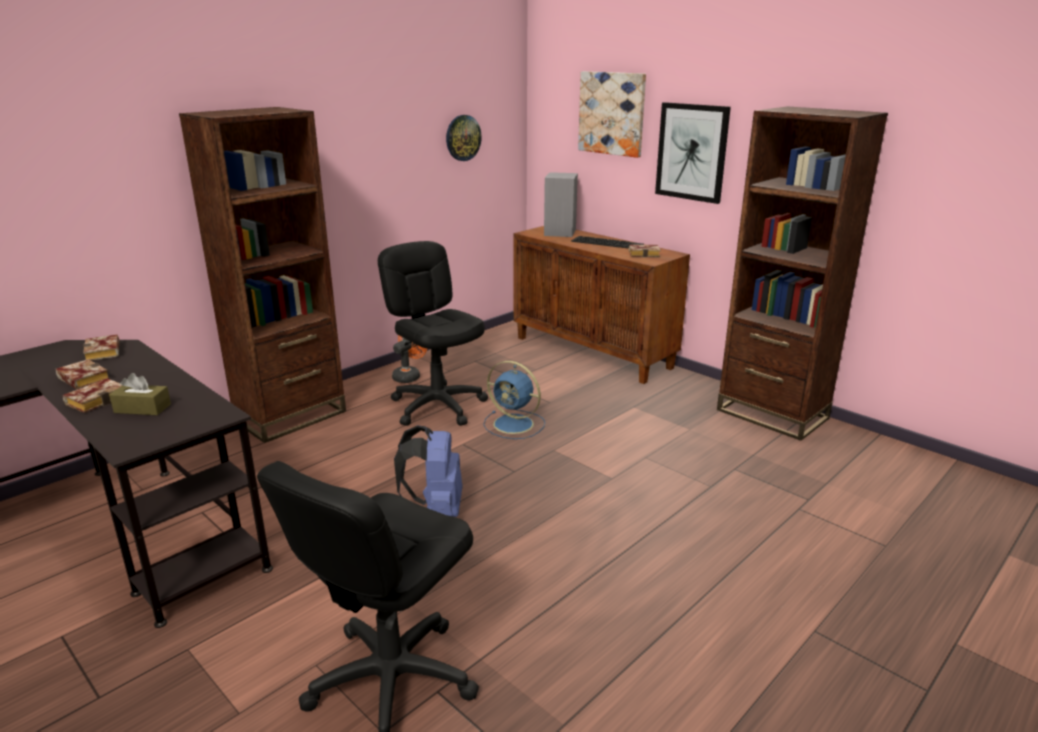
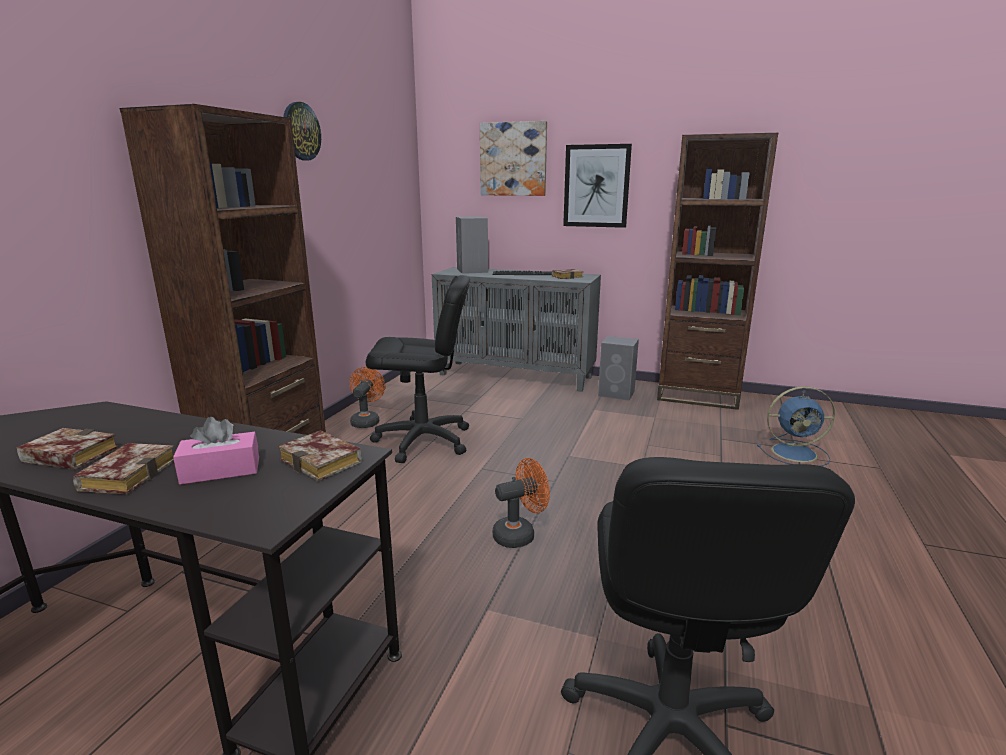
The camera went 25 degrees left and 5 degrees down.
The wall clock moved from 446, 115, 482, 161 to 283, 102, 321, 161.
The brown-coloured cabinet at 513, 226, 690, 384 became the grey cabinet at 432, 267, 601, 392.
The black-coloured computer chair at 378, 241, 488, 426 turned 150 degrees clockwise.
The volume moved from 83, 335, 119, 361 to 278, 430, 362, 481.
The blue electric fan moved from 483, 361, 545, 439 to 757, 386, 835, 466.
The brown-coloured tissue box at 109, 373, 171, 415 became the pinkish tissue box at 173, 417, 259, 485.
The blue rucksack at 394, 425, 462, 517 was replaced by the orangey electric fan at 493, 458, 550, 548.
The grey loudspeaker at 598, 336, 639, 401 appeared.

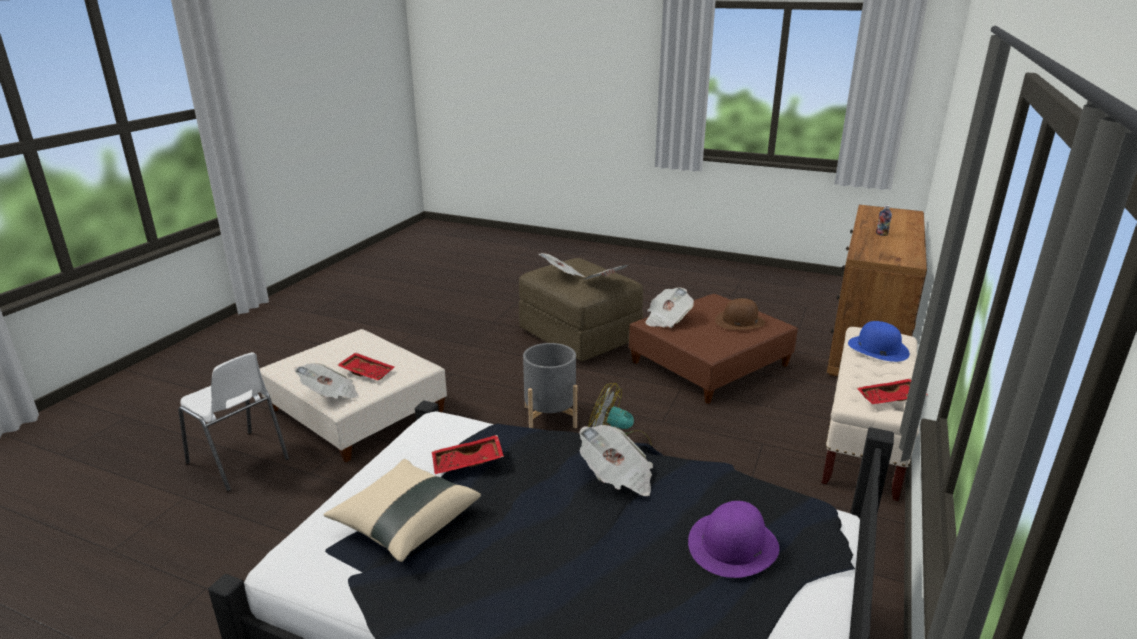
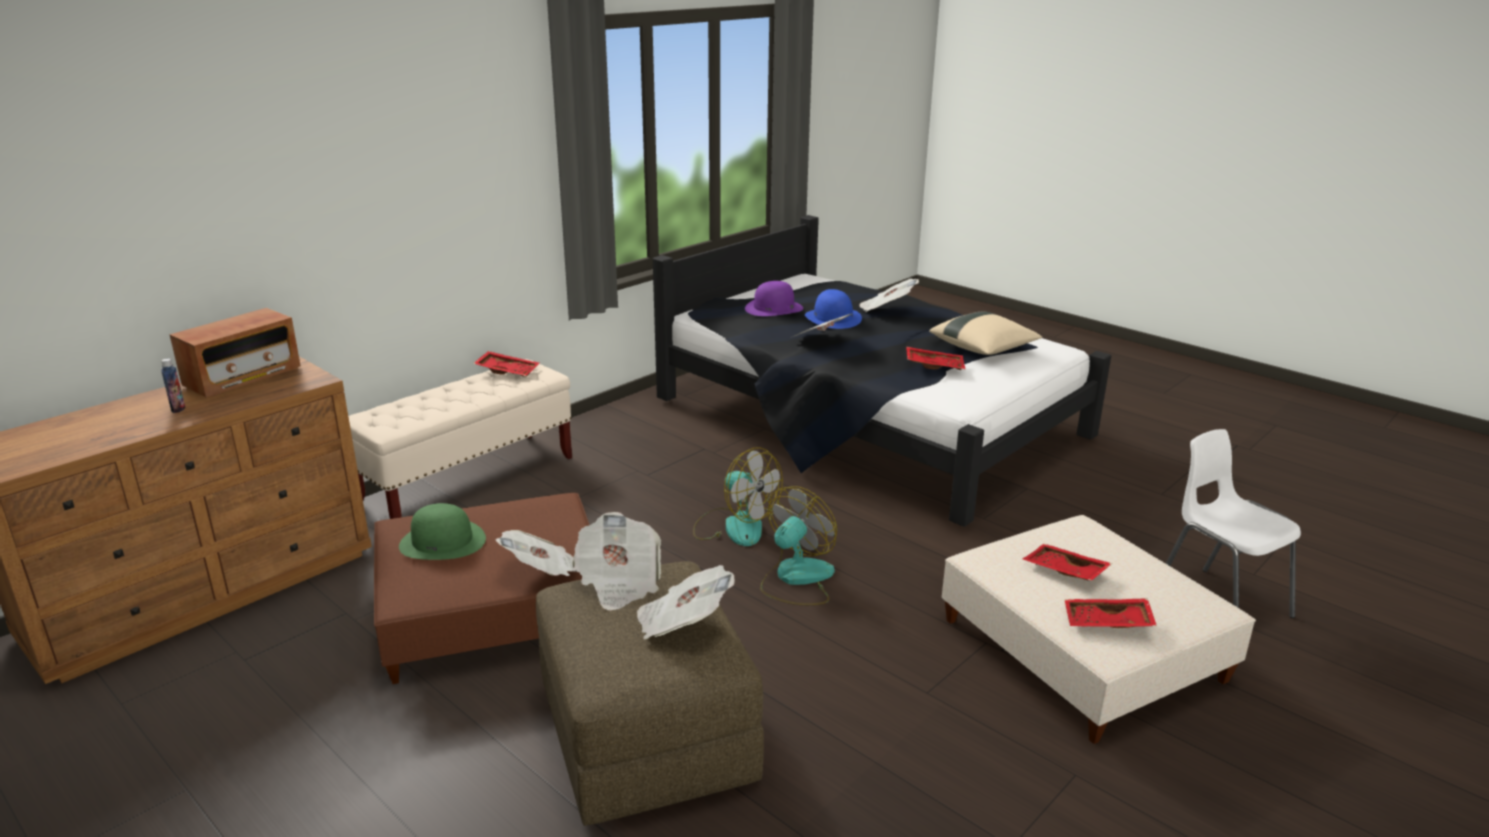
The camera went 160 degrees left and 0 degrees up.
The brown-coloured clothing hat at 715, 298, 765, 330 became the green clothing hat at 399, 503, 486, 560.
The blue clothing hat moved from 848, 321, 910, 362 to 805, 289, 862, 329.
The grey planter at 523, 343, 577, 428 was replaced by the electric fan at 760, 486, 837, 605.
The newspaper moved from 294, 363, 359, 399 to 859, 278, 919, 312.
The radio set at 169, 308, 301, 398 appeared.
The red-coloured serving tray at 1064, 598, 1157, 628 appeared.

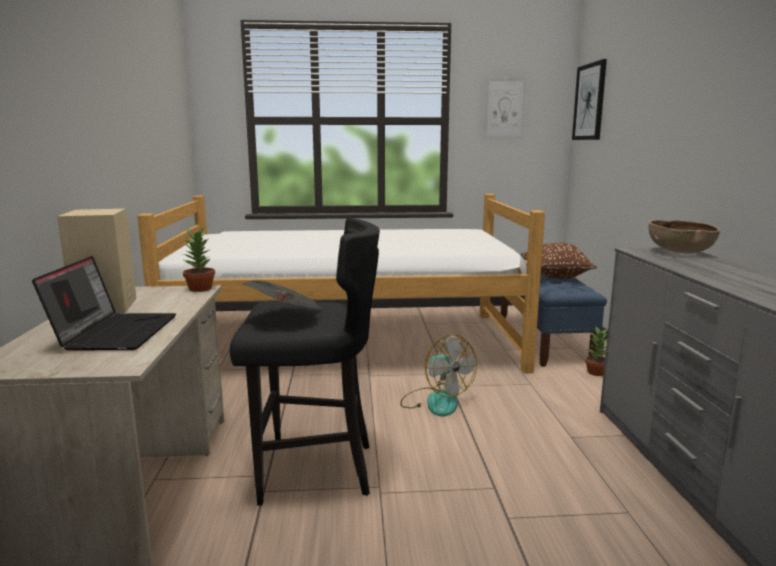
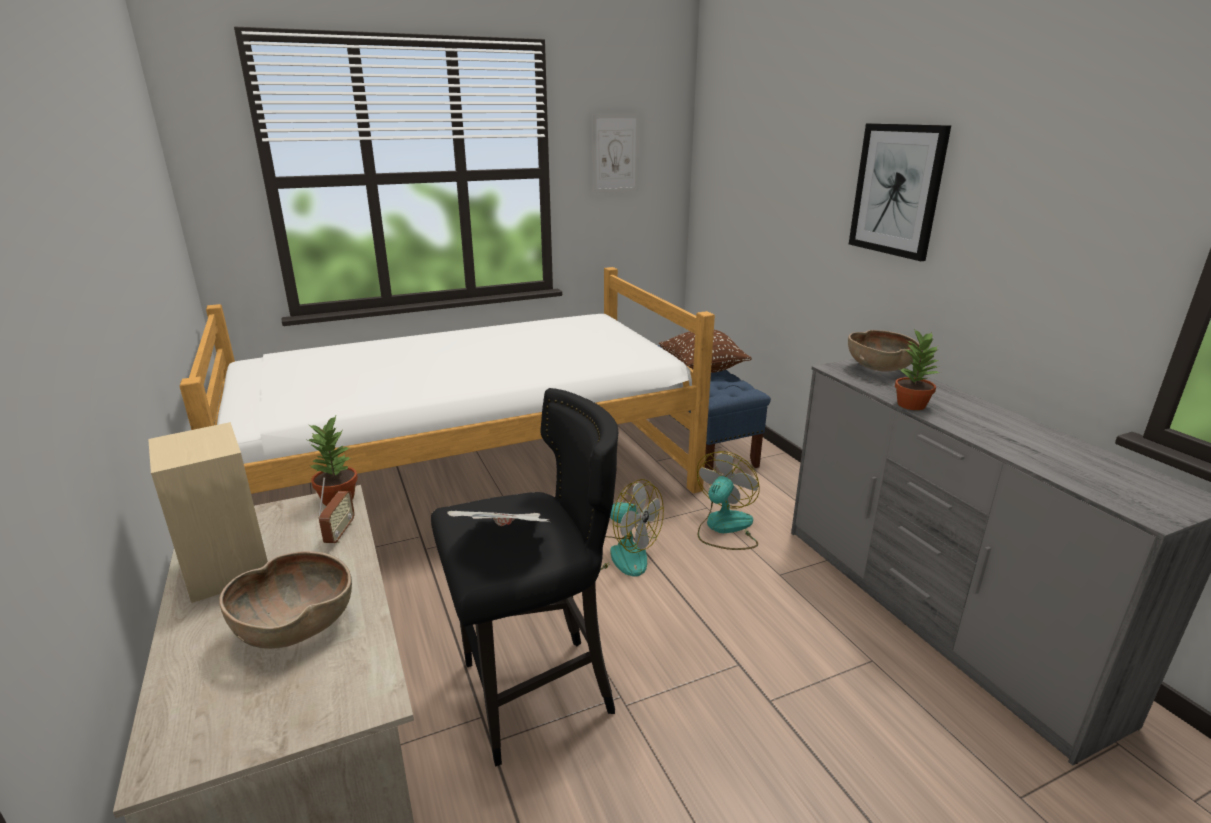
The camera went 20 degrees left and 10 degrees up.
The wall picture moved from 572, 59, 607, 140 to 849, 123, 951, 261.
The notebook computer at 32, 256, 176, 351 was replaced by the brown-coloured serving bowl at 219, 551, 352, 649.
The plant in a pot moved from 585, 327, 607, 376 to 895, 329, 940, 410.
The electric fan at 697, 451, 760, 550 appeared.
The radio set at 318, 477, 355, 543 appeared.

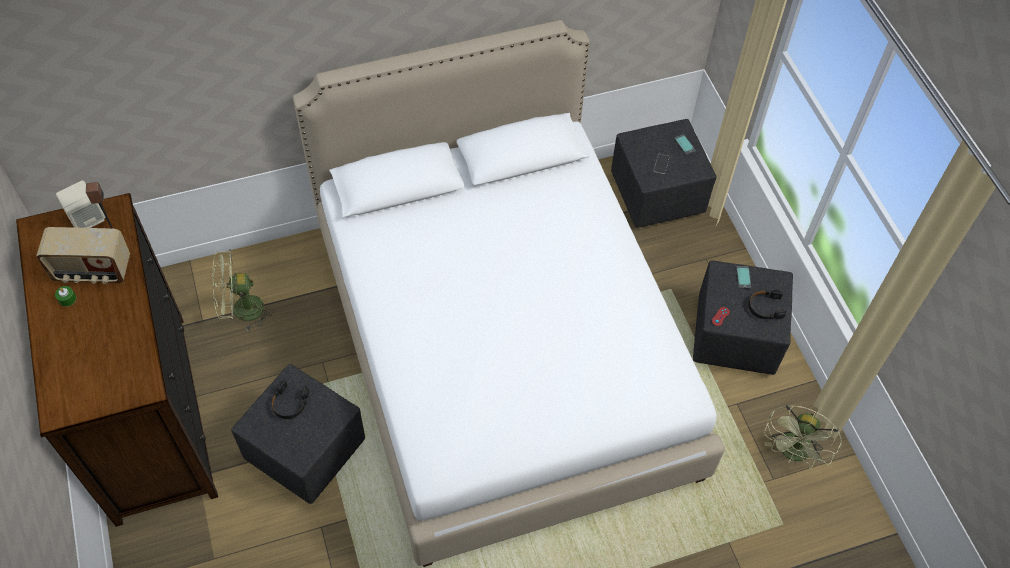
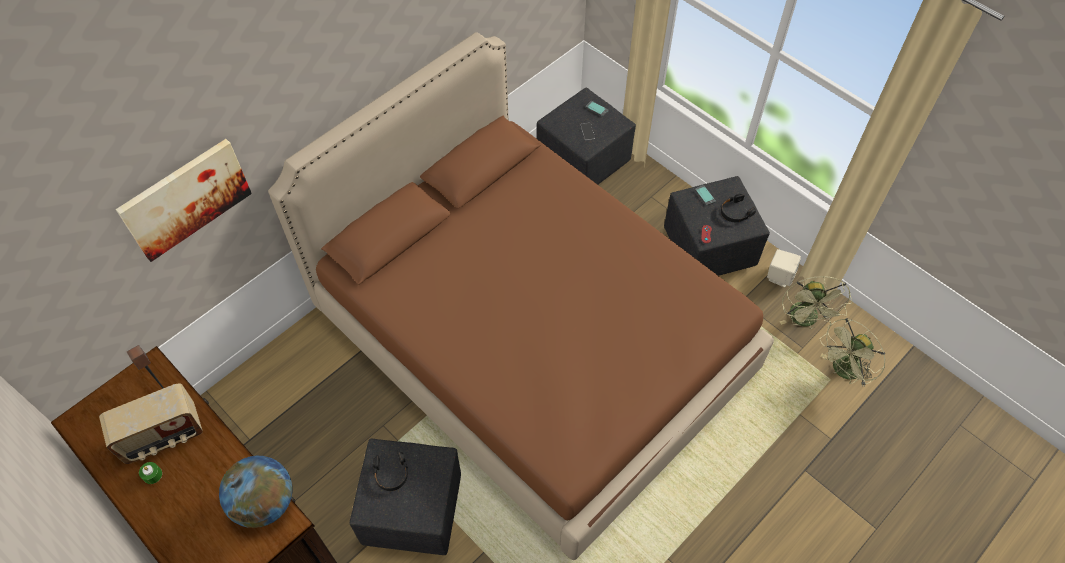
The camera went 25 degrees left and 0 degrees up.
The white bedroom bed at 293, 20, 725, 567 became the brown-coloured bedroom bed at 268, 32, 774, 560.
The sand-coloured loudspeaker moved from 56, 180, 106, 228 to 767, 249, 801, 287.
The green electric fan moved from 212, 249, 274, 331 to 820, 318, 885, 387.
The wall picture at 116, 139, 252, 262 appeared.
The desk globe at 219, 456, 292, 528 appeared.

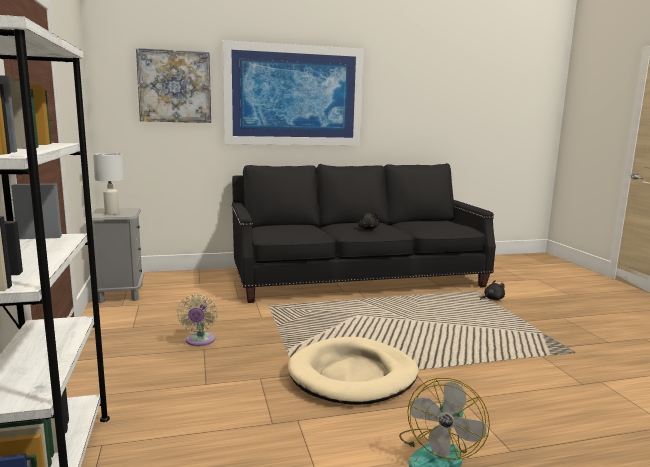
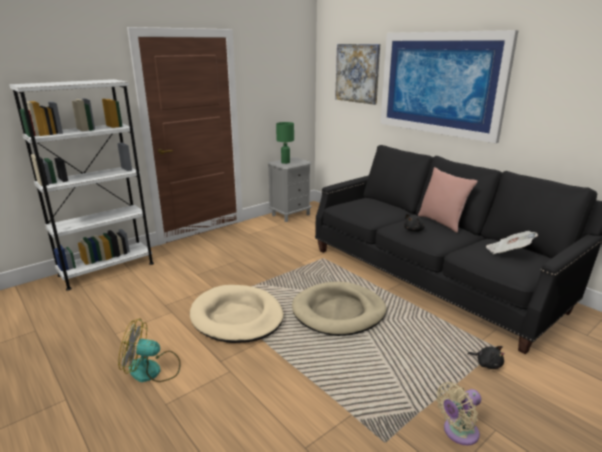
The camera went 65 degrees right and 10 degrees up.
The white tabletop lamp at 93, 153, 124, 215 became the green tabletop lamp at 276, 122, 294, 164.
The sand-coloured electric fan moved from 177, 294, 218, 346 to 436, 382, 481, 445.
The pinkish pillow at 418, 167, 478, 233 appeared.
The newspaper at 486, 231, 538, 254 appeared.
The sand-coloured dog bed at 292, 281, 386, 336 appeared.

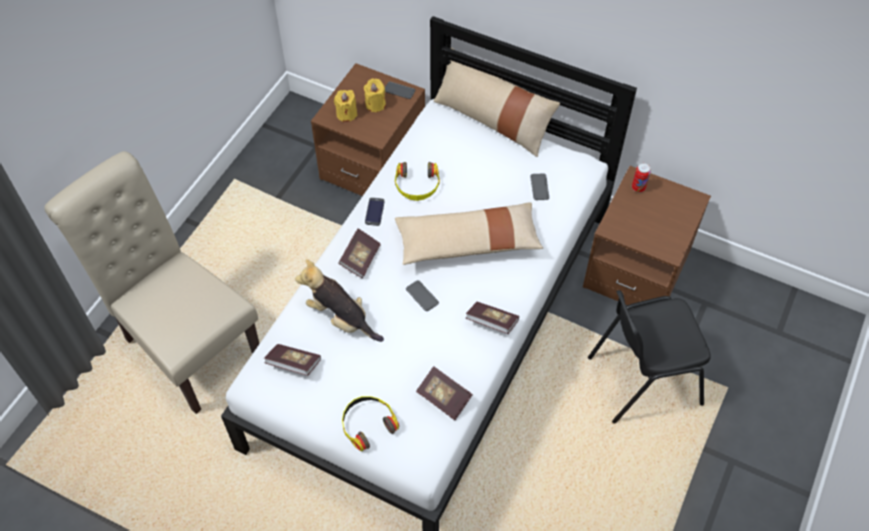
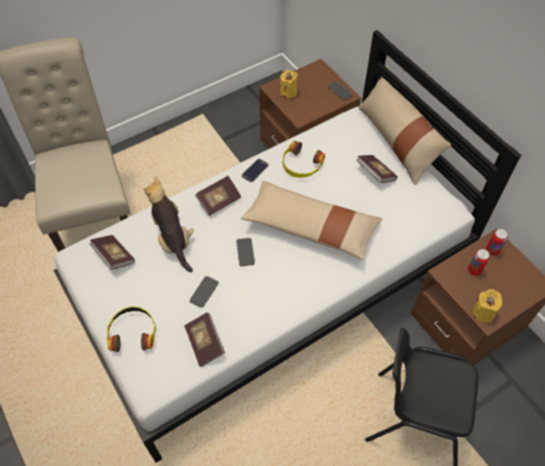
The camera went 30 degrees right and 0 degrees up.
The yellow wax candle moved from 364, 78, 386, 112 to 472, 289, 502, 323.
The handset moved from 530, 173, 549, 200 to 190, 276, 219, 308.
The volume moved from 466, 302, 519, 334 to 356, 155, 398, 183.
The metal can at 468, 249, 490, 276 appeared.

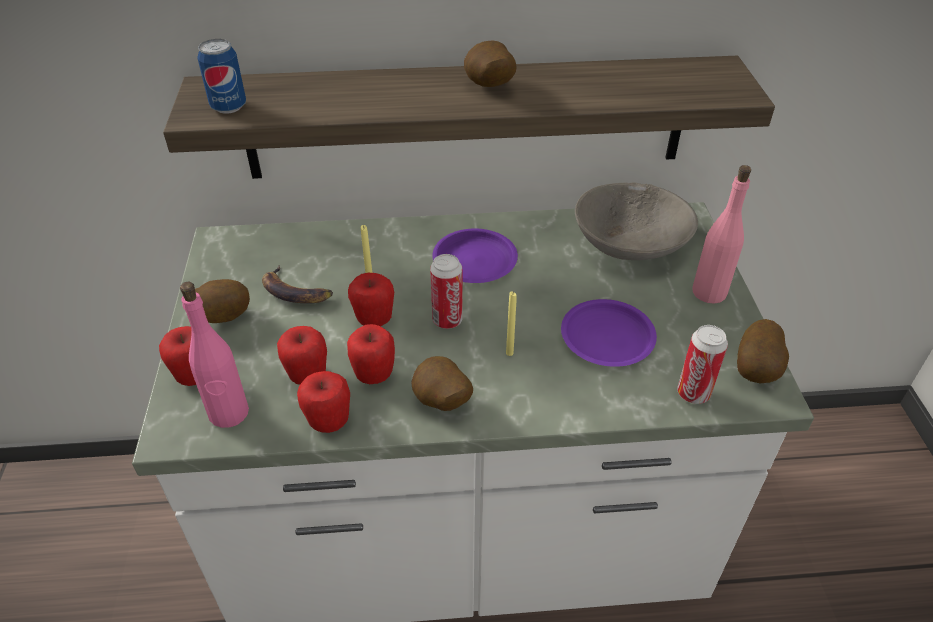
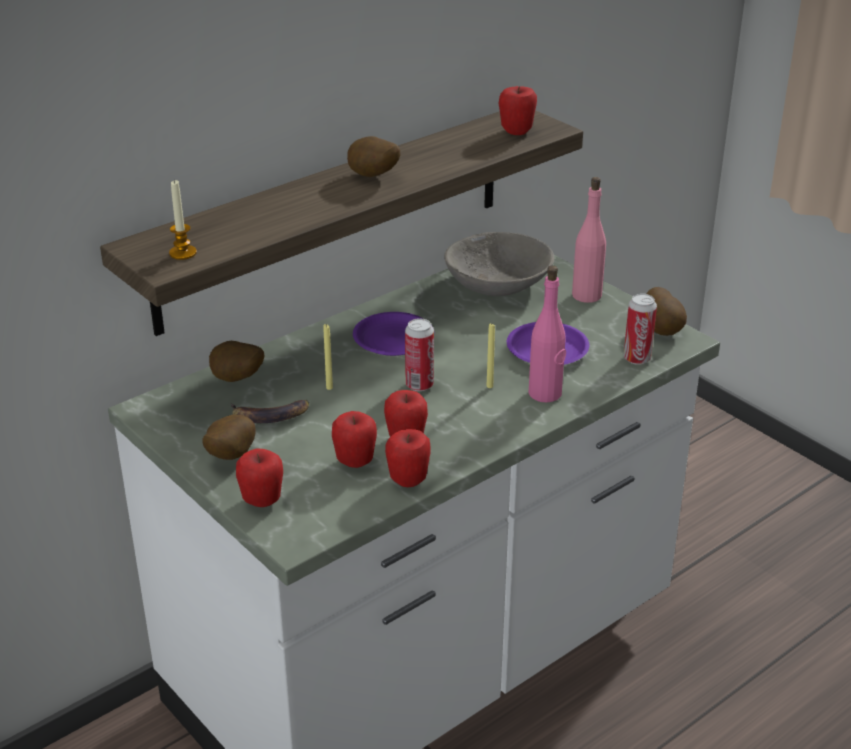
The camera went 35 degrees left and 10 degrees down.
The metal can at 197, 39, 246, 114 was replaced by the wax candle at 169, 179, 197, 260.
The apple moved from 348, 273, 394, 326 to 499, 86, 537, 135.
The pinkish beverage bottle moved from 180, 282, 249, 428 to 529, 265, 566, 402.
The potato moved from 412, 356, 473, 411 to 209, 341, 265, 382.

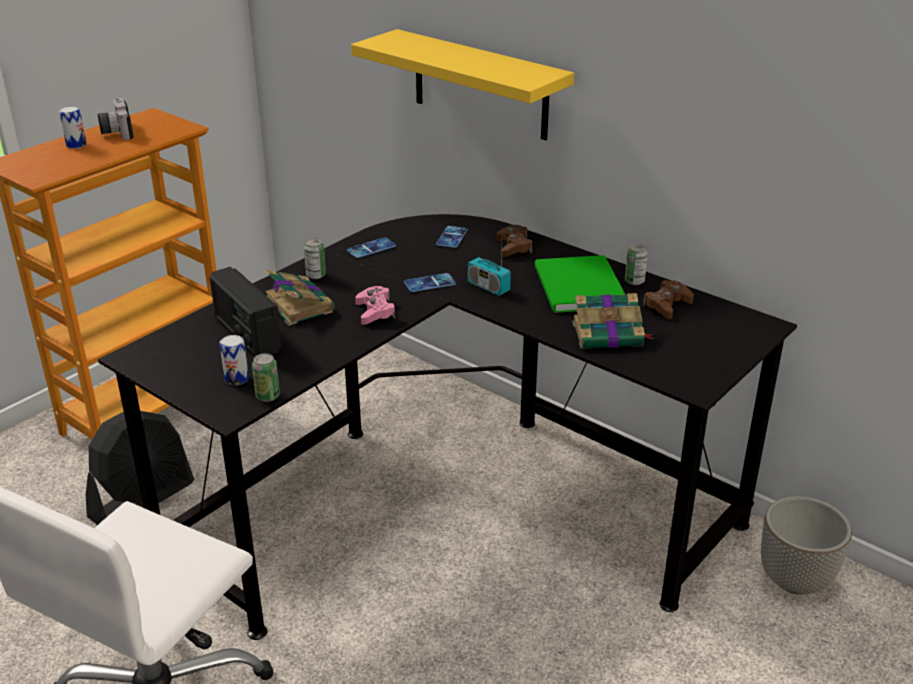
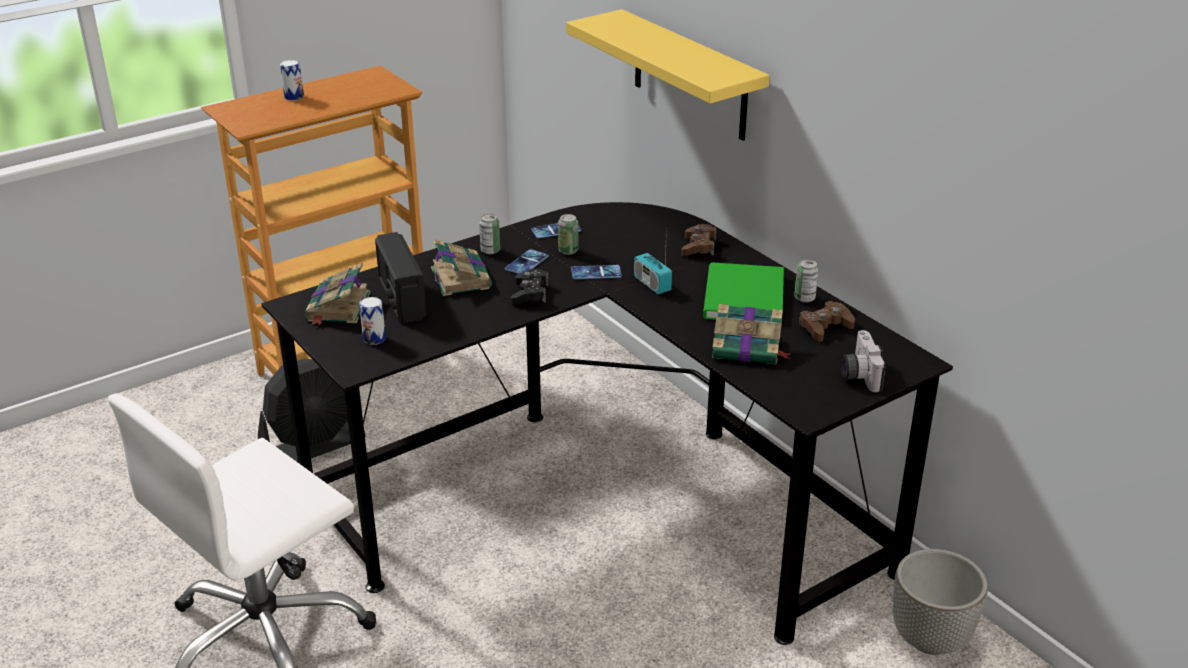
The camera went 15 degrees right and 0 degrees up.
The photo camera moved from 97, 98, 133, 140 to 840, 330, 886, 392.
The handset moved from 436, 226, 468, 248 to 505, 249, 549, 274.
The pinkish game controller at 356, 286, 395, 325 became the black-coloured game controller at 511, 269, 548, 305.
The metal can moved from 252, 353, 280, 402 to 558, 214, 578, 255.
The volume at 304, 263, 370, 325 appeared.

